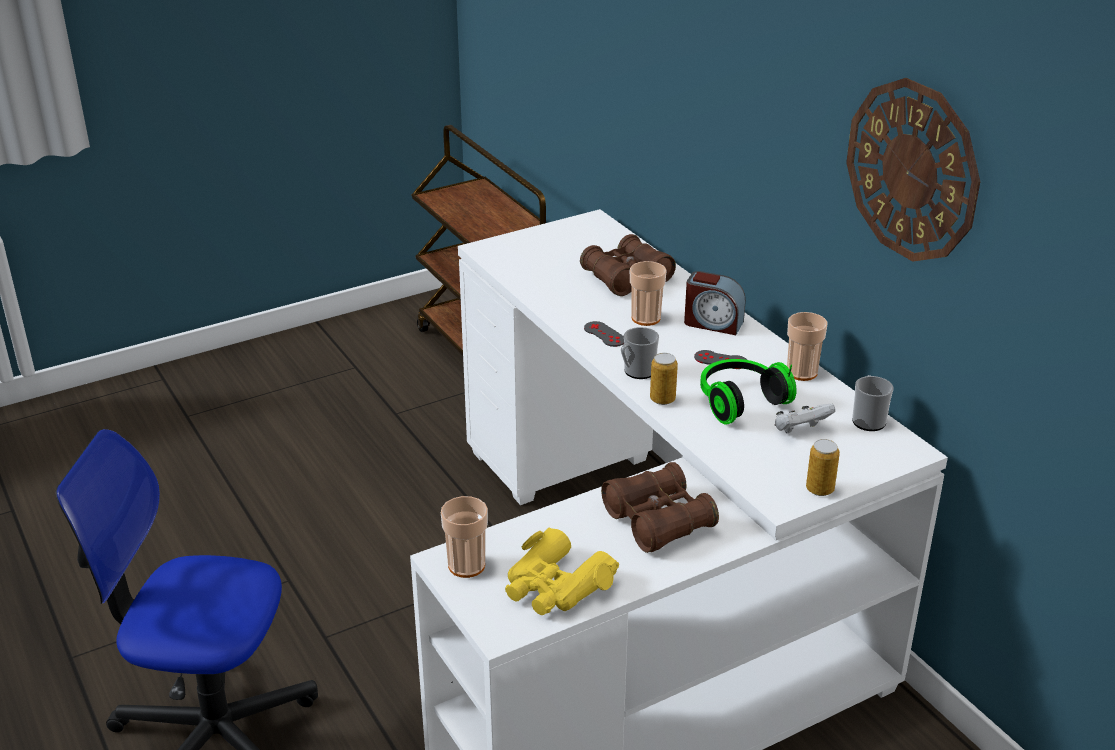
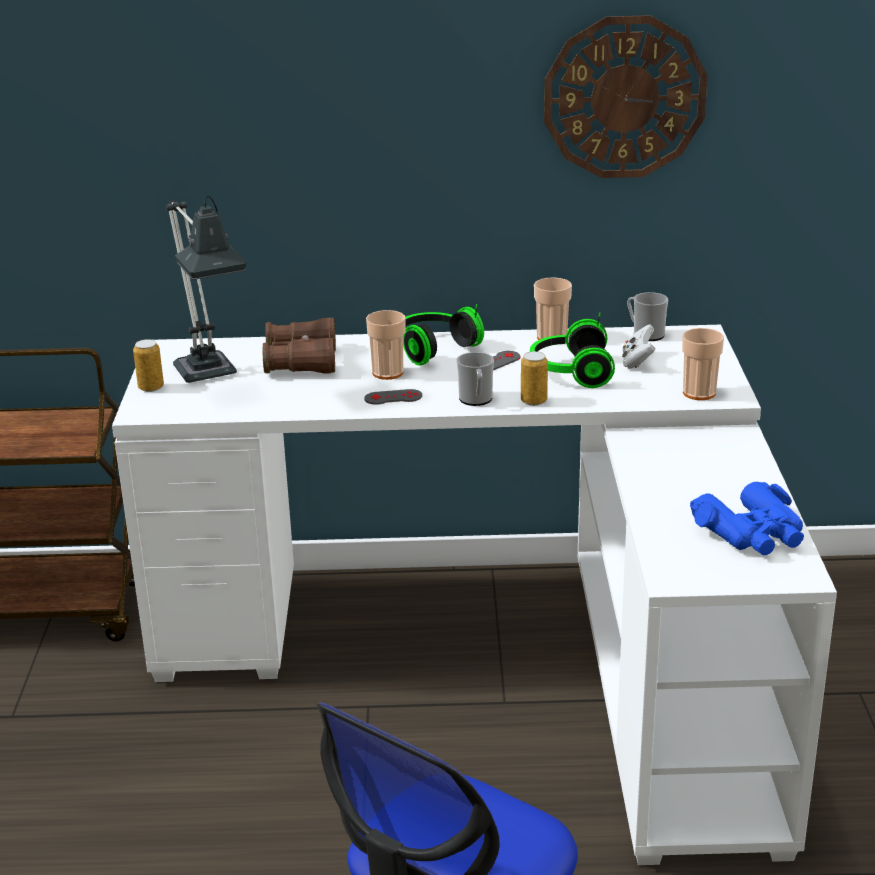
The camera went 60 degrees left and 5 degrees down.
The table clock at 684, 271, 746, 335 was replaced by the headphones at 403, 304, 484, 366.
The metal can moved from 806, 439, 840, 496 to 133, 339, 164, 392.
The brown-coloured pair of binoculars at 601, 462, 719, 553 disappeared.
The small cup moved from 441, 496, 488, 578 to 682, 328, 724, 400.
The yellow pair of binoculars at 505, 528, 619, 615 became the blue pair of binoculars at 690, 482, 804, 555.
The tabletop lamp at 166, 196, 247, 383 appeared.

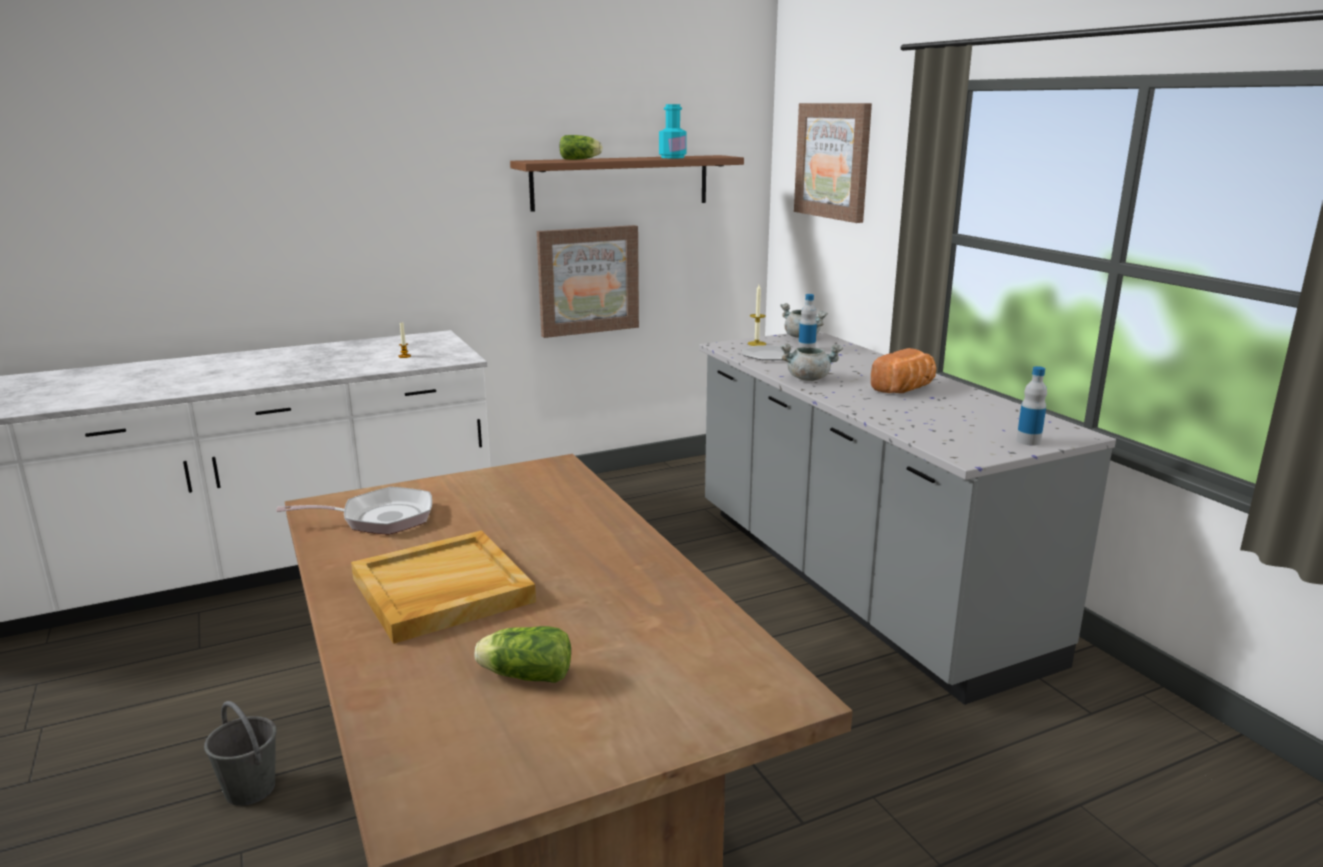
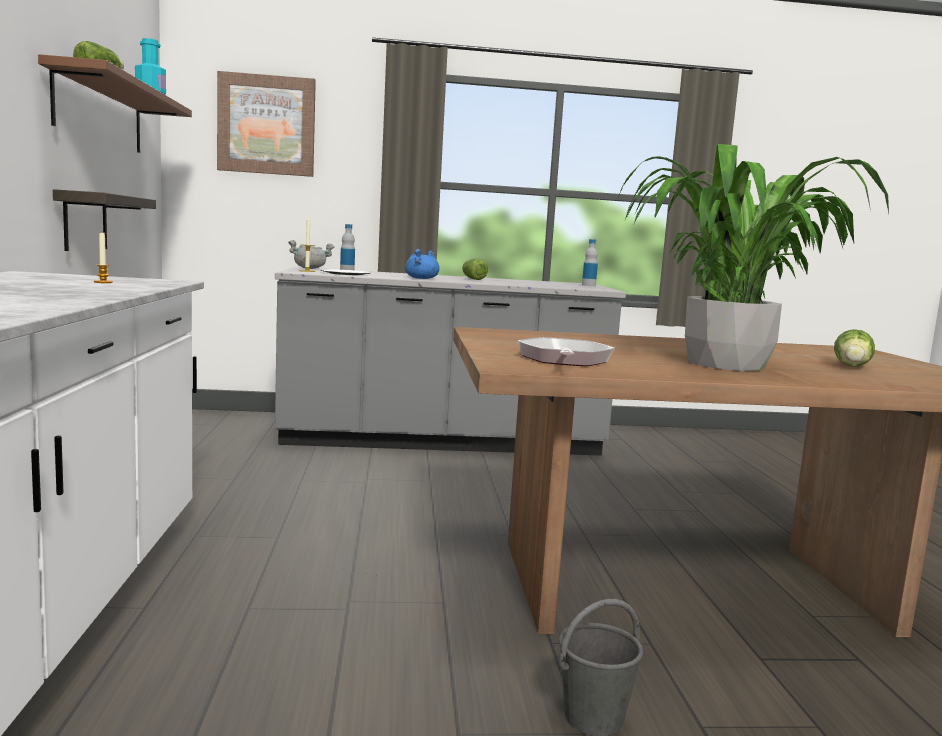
The camera went 70 degrees left and 10 degrees down.
The wall picture at 537, 225, 639, 338 was replaced by the bracket shelf at 53, 189, 156, 251.
The grey cooking pot at 780, 344, 843, 381 became the blue cooking pot at 405, 249, 440, 279.
The bakery bread at 871, 348, 936, 393 was replaced by the lettuce at 462, 258, 488, 280.
The sand-coloured serving tray at 351, 530, 536, 644 was replaced by the plant in a pot at 617, 144, 889, 371.

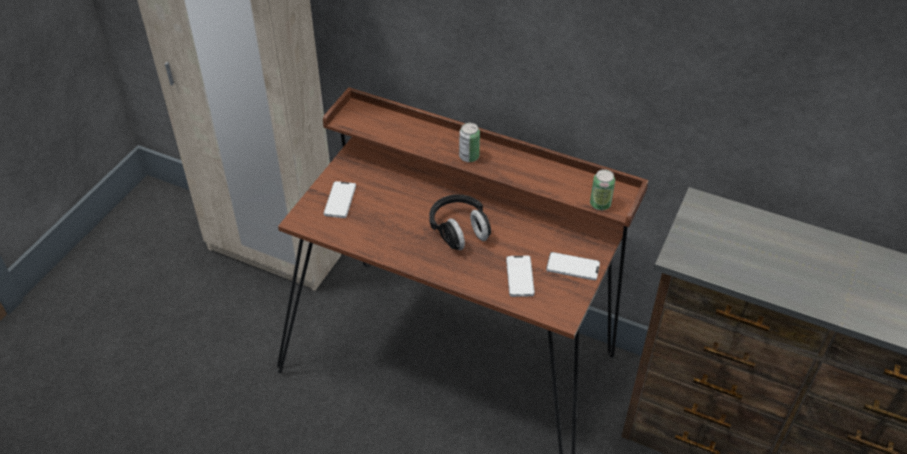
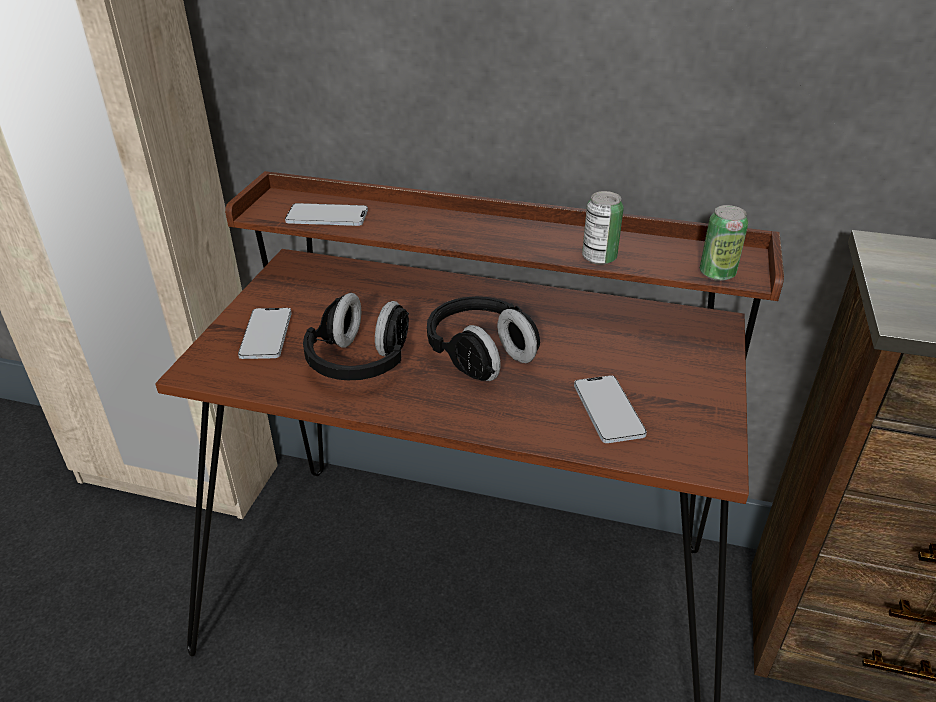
The camera went 10 degrees left and 10 degrees down.
The metal can moved from 459, 123, 480, 162 to 582, 191, 624, 265.
The handset moved from 546, 252, 600, 280 to 285, 203, 368, 226.
The black-coloured headphones at 303, 293, 409, 380 appeared.

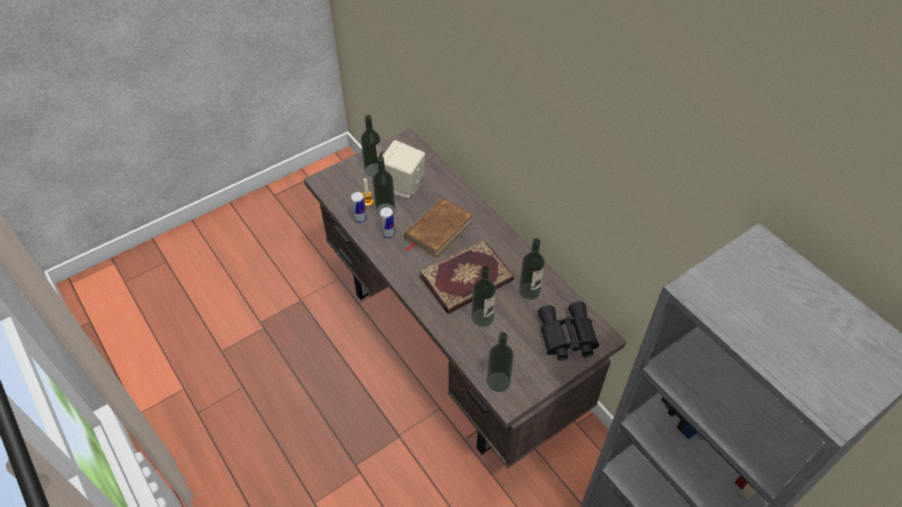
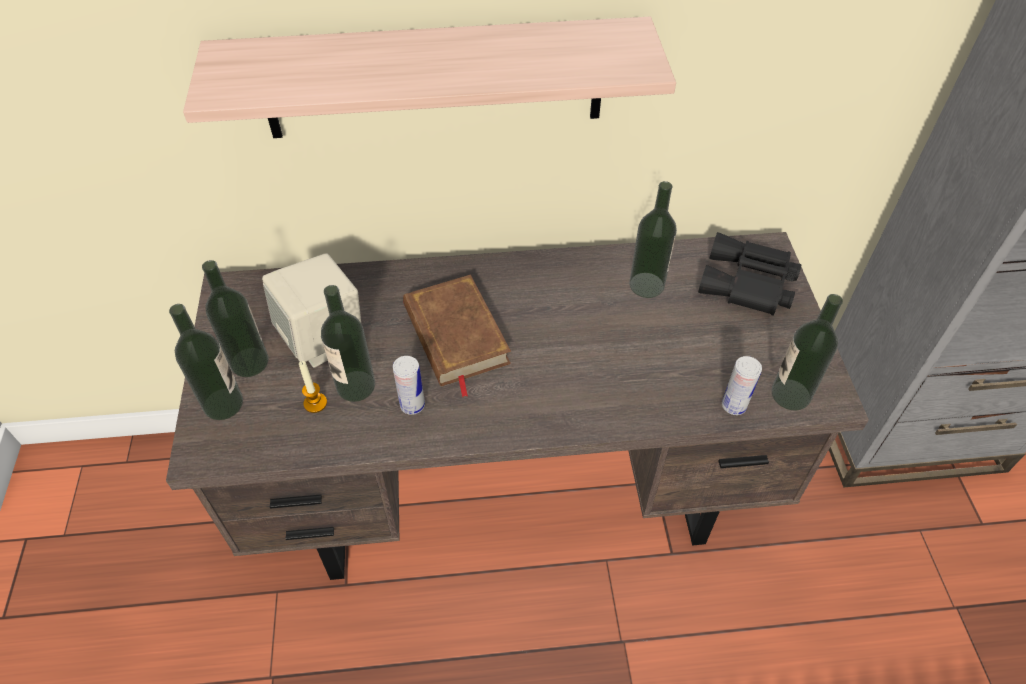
The camera went 60 degrees left and 0 degrees up.
The metal can moved from 351, 192, 367, 223 to 722, 356, 762, 415.
The volume at 419, 239, 514, 314 disappeared.
The beverage bottle moved from 471, 266, 496, 327 to 169, 304, 243, 420.
The bracket shelf at 183, 17, 676, 138 appeared.

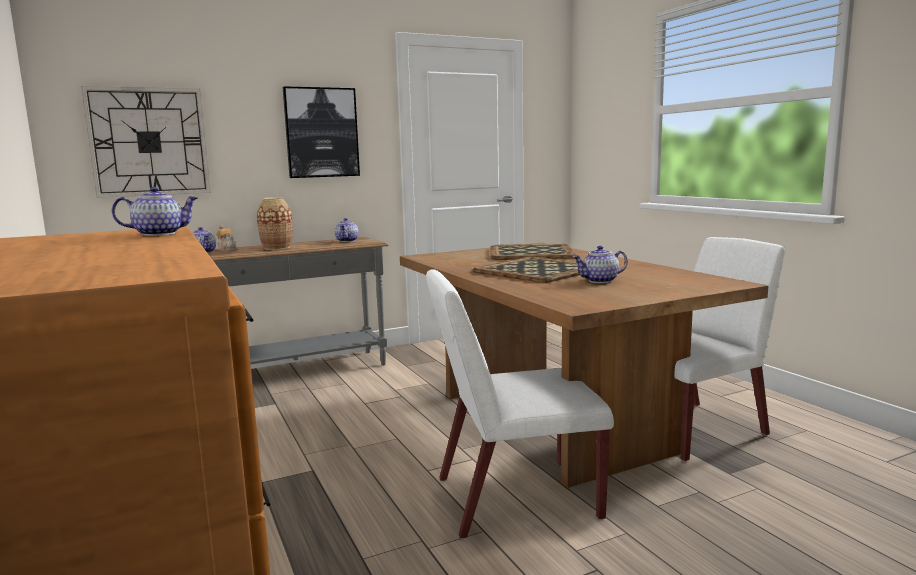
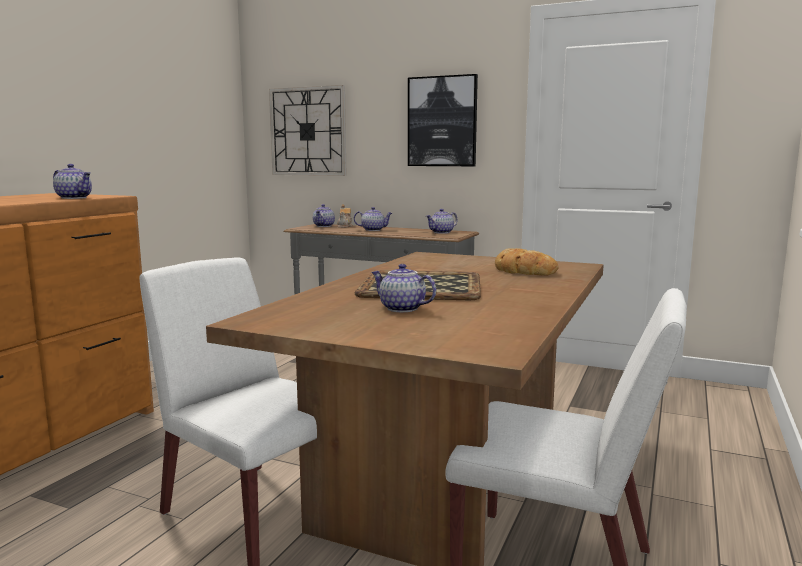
The camera went 50 degrees right and 0 degrees up.
The flower vase at 257, 197, 293, 250 was replaced by the teapot at 354, 207, 393, 231.
The serving tray at 490, 244, 577, 260 was replaced by the bakery bread at 495, 248, 559, 276.

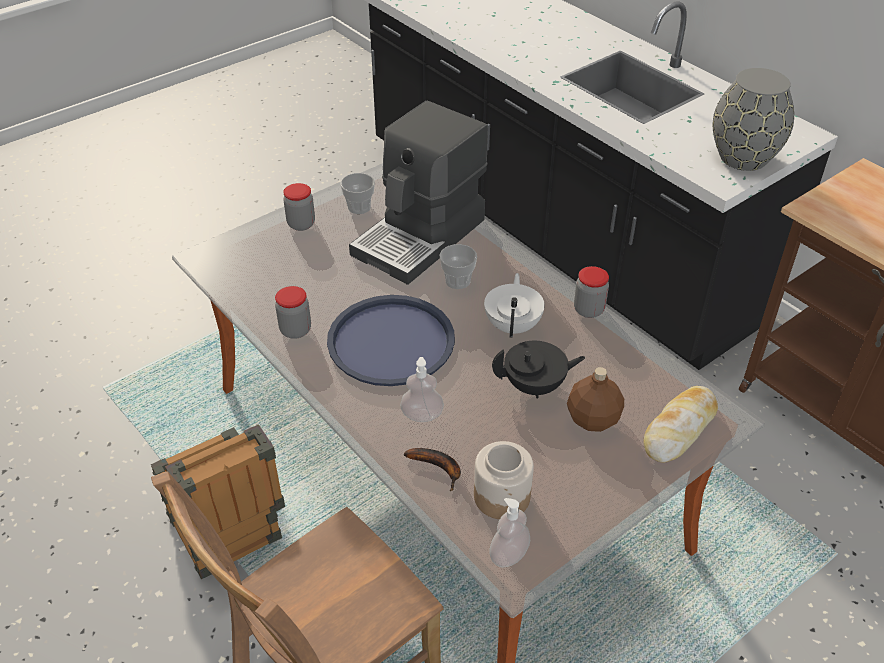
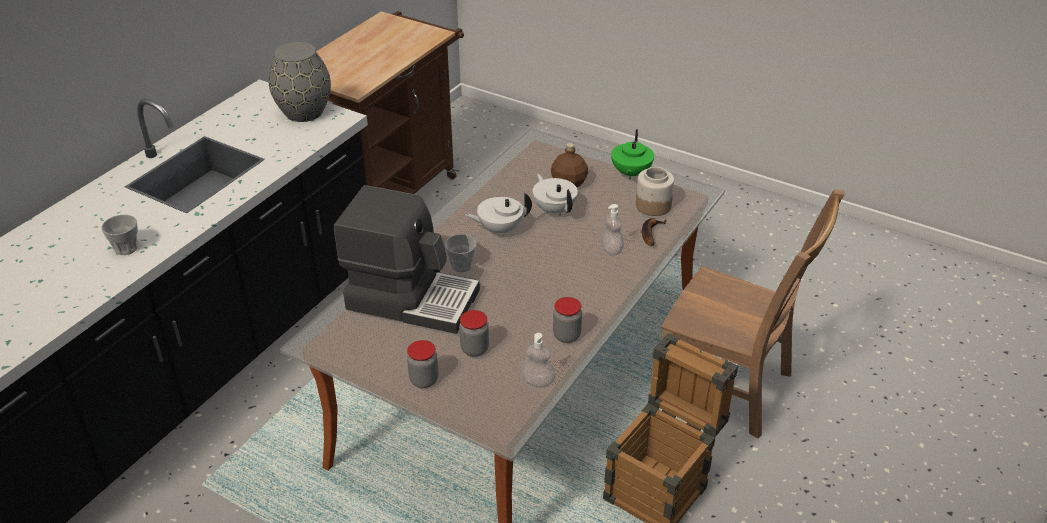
The camera went 110 degrees left and 5 degrees down.
The small cup moved from 341, 173, 375, 214 to 101, 215, 138, 255.
The storage jar moved from 574, 266, 609, 318 to 459, 310, 489, 356.
The blue serving tray at 327, 295, 455, 386 disappeared.
The black-coloured teapot at 492, 341, 586, 398 became the white teapot at 533, 173, 578, 216.
The bakery bread at 643, 386, 718, 463 disappeared.
The liquid soap bottle moved from 489, 498, 530, 568 to 520, 333, 556, 387.
The green teapot at 611, 130, 654, 180 appeared.

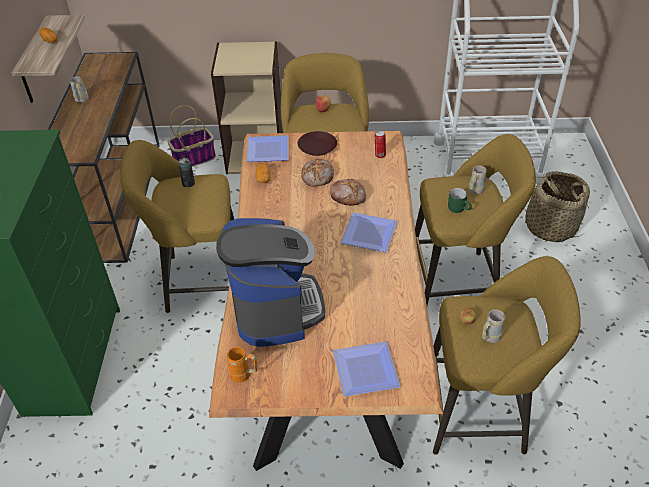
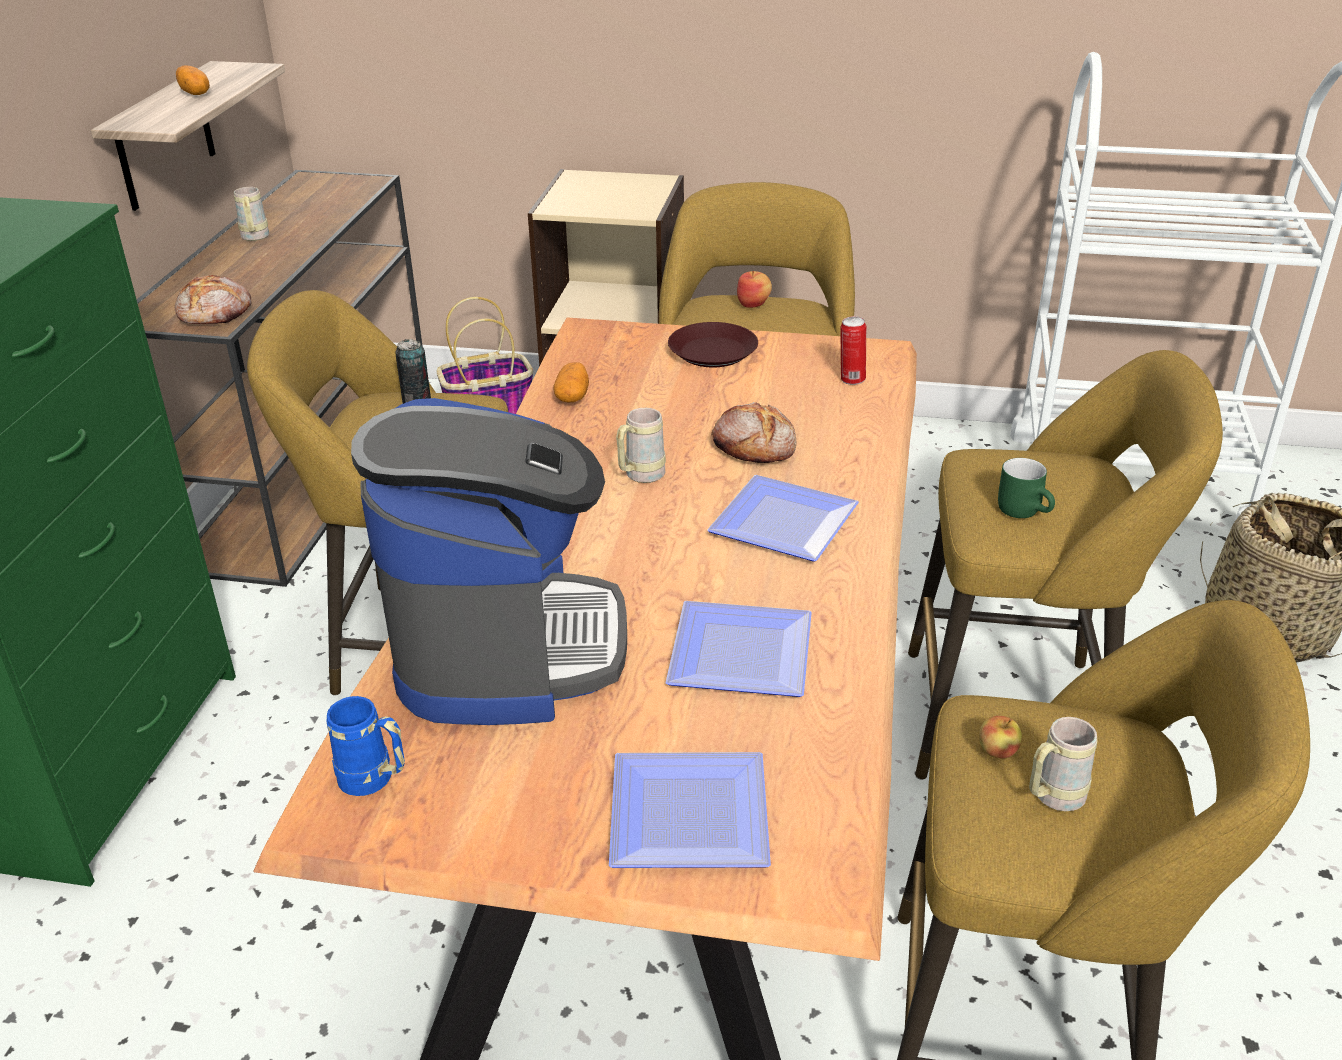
The camera went 10 degrees right and 10 degrees down.
The flat dish moved from 246, 135, 289, 162 to 666, 601, 812, 697.
The bakery bread moved from 301, 159, 334, 186 to 175, 275, 252, 324.
The sand-coloured mug moved from 469, 166, 487, 194 to 616, 408, 666, 483.
The orangey mug at 227, 347, 257, 383 became the blue mug at 326, 696, 405, 796.

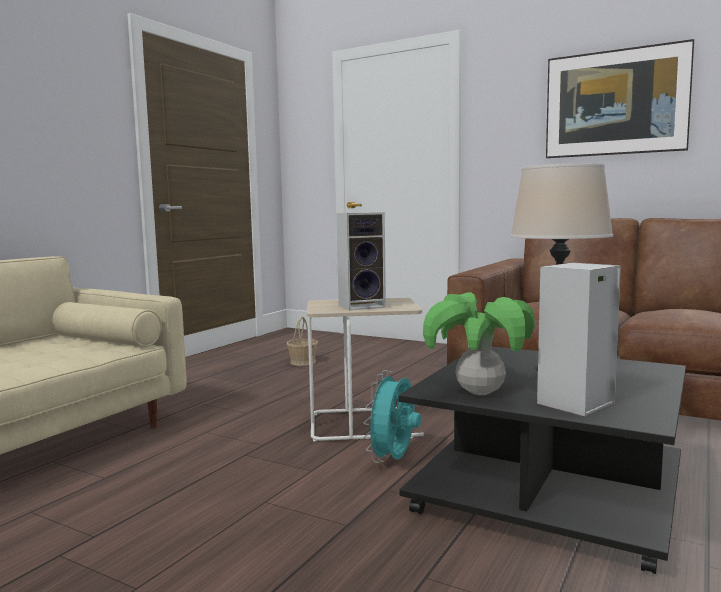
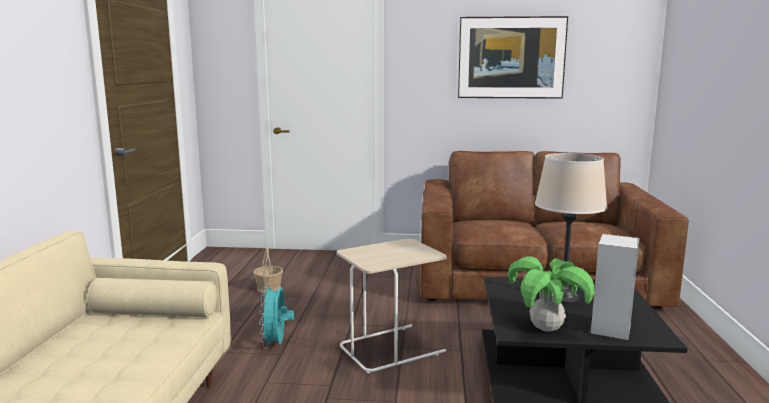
The camera went 25 degrees left and 5 degrees up.
The loudspeaker at 336, 212, 386, 311 disappeared.
The blue-green electric fan moved from 363, 370, 421, 463 to 259, 283, 294, 349.

